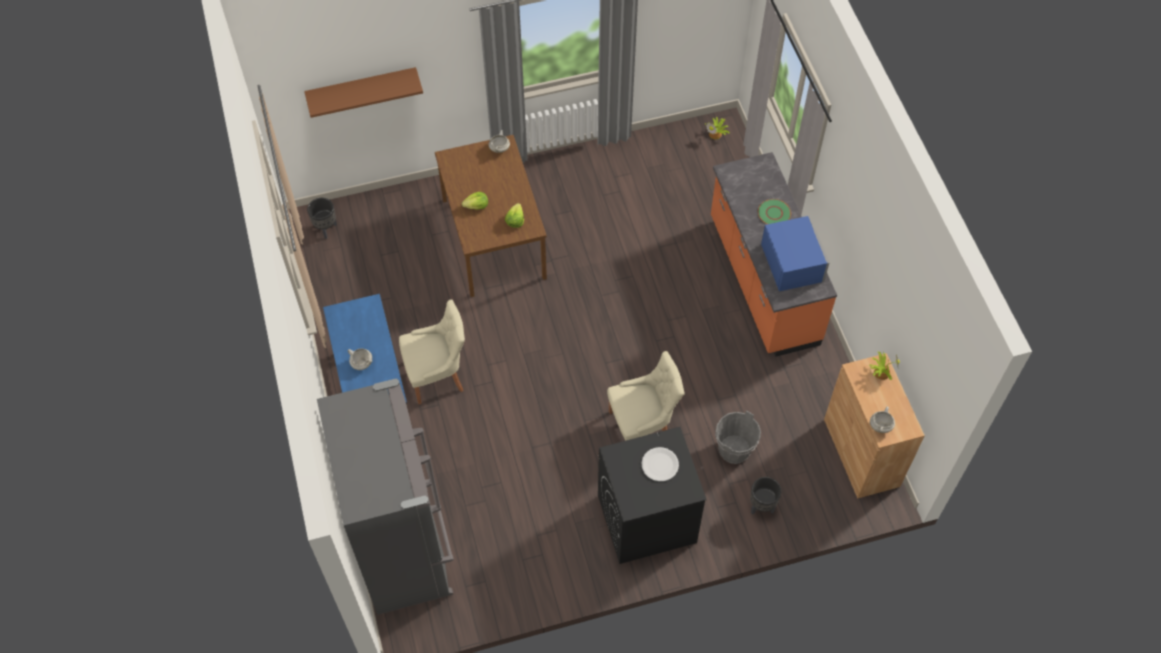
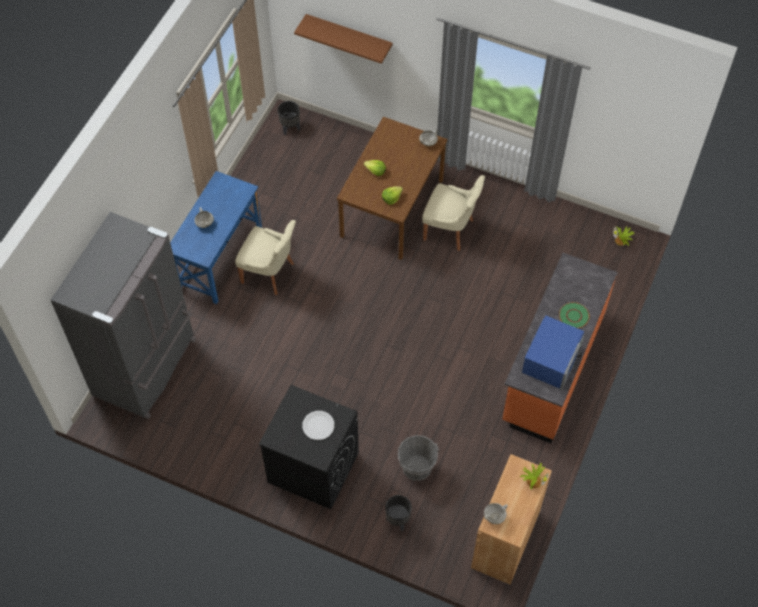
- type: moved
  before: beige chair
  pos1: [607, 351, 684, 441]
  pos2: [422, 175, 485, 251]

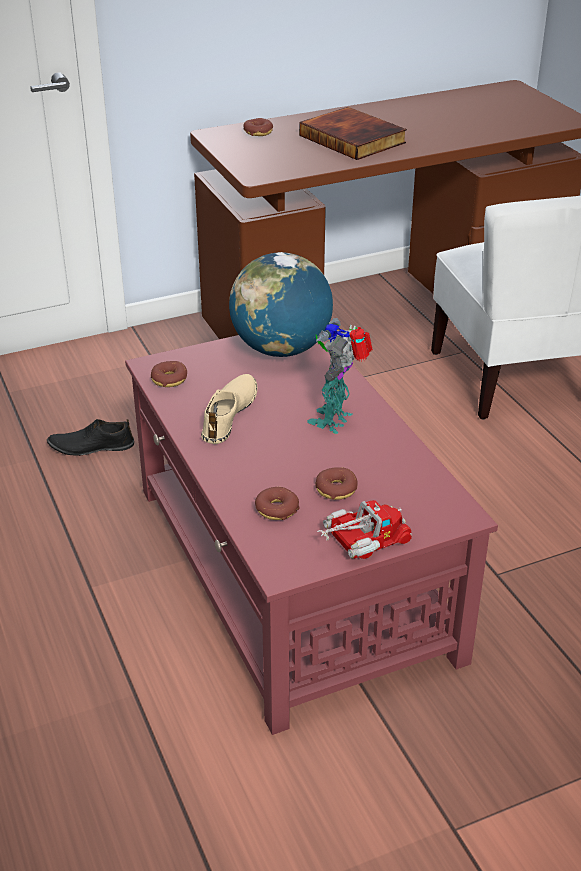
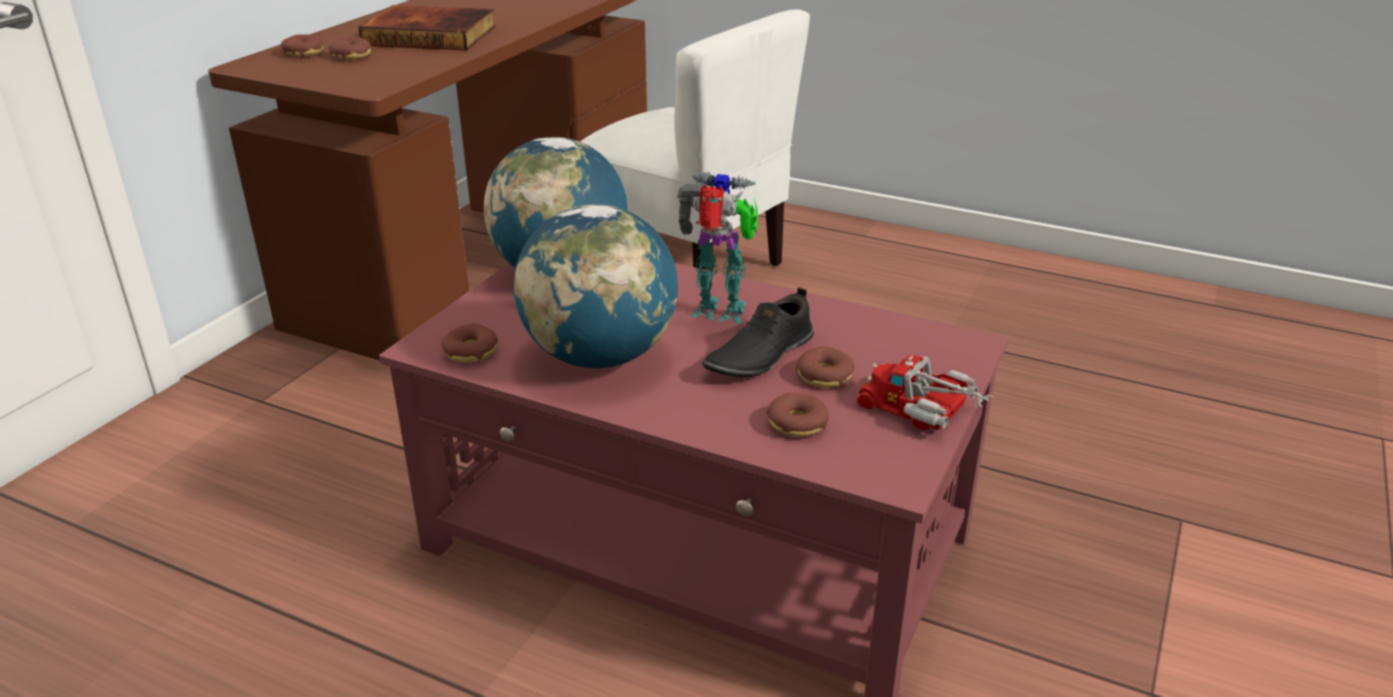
- type: moved
  before: black shoe
  pos1: [47, 419, 134, 456]
  pos2: [702, 287, 814, 377]
- type: replaced
  before: beige shoe
  after: globe
  pos1: [201, 374, 257, 444]
  pos2: [514, 204, 678, 368]
- type: turned
  before: toy robot
  pos1: [307, 318, 373, 434]
  pos2: [677, 172, 759, 324]
  turn: 120
- type: turned
  before: toy truck
  pos1: [317, 500, 412, 559]
  pos2: [857, 355, 993, 430]
  turn: -75
- type: added
  after: donut
  pos2: [329, 37, 371, 60]

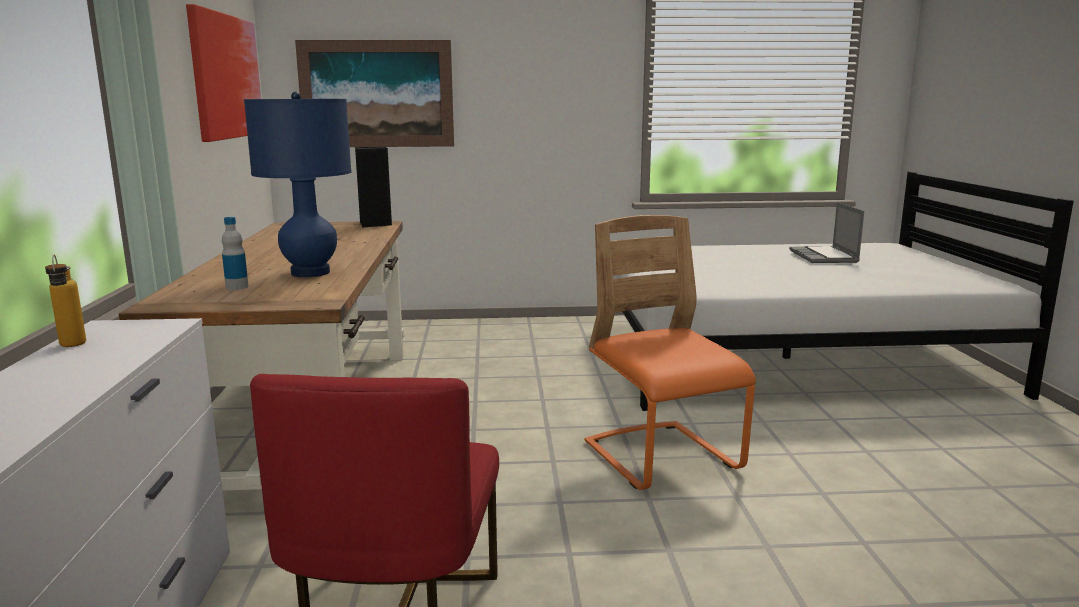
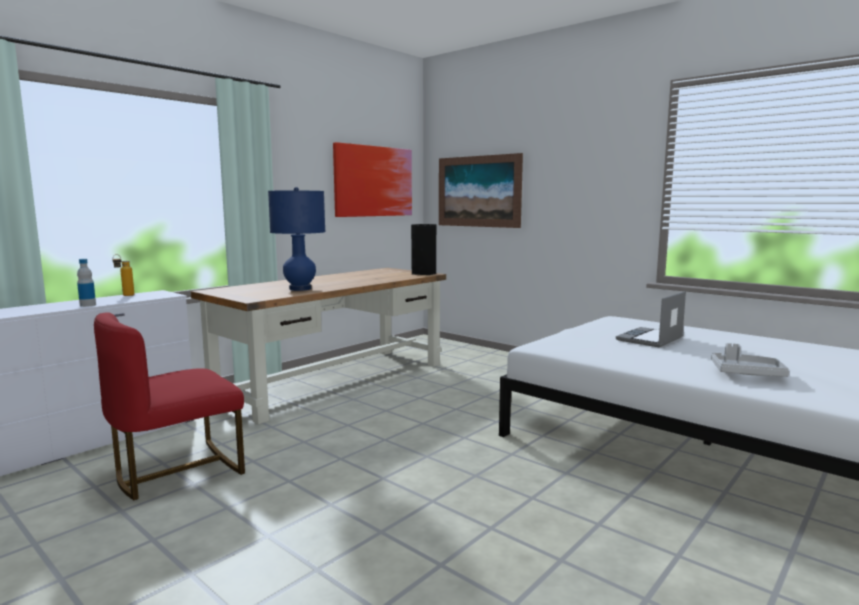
- type: moved
  before: bottle
  pos1: [222, 217, 248, 290]
  pos2: [77, 259, 96, 307]
- type: removed
  before: orange chair
  pos1: [585, 215, 756, 490]
- type: moved
  before: laptop
  pos1: [789, 202, 864, 263]
  pos2: [616, 291, 686, 347]
- type: added
  after: grey tray
  pos2: [711, 343, 789, 377]

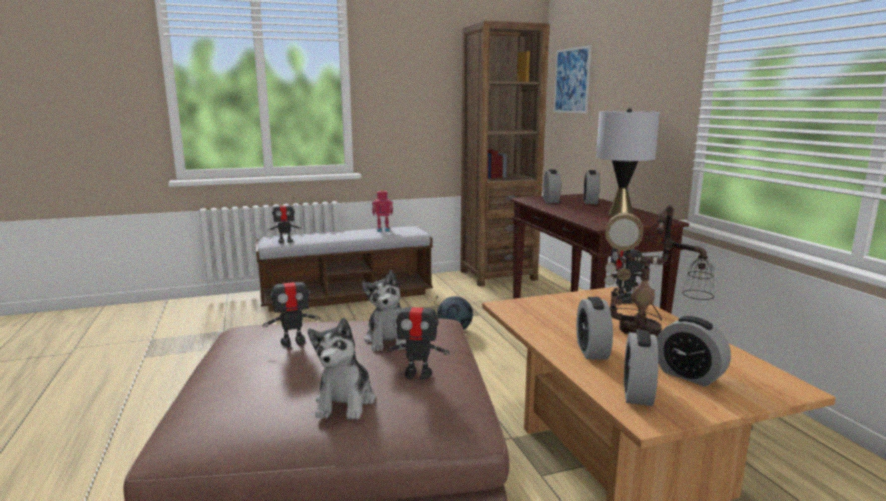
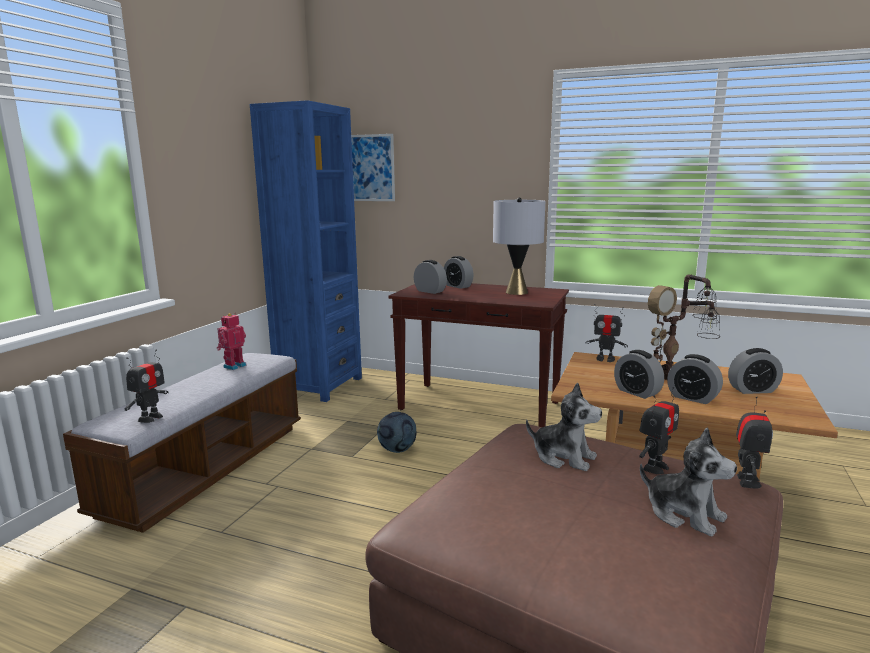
- type: moved
  before: toy robot
  pos1: [263, 269, 320, 347]
  pos2: [736, 396, 773, 489]
- type: recoloured
  before: brown bookcase
  after: blue bookcase
  pos1: [460, 20, 550, 287]
  pos2: [250, 100, 362, 402]
- type: moved
  before: alarm clock
  pos1: [624, 330, 658, 406]
  pos2: [614, 350, 664, 399]

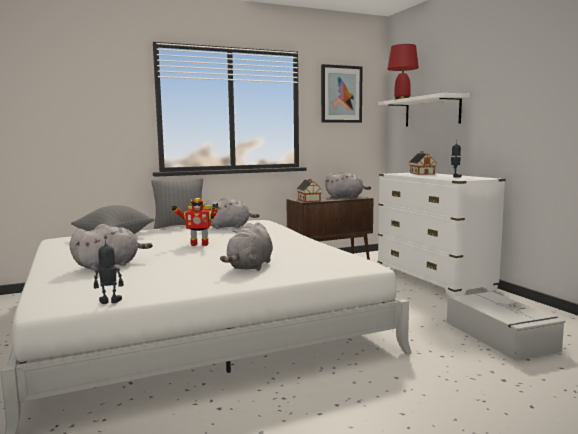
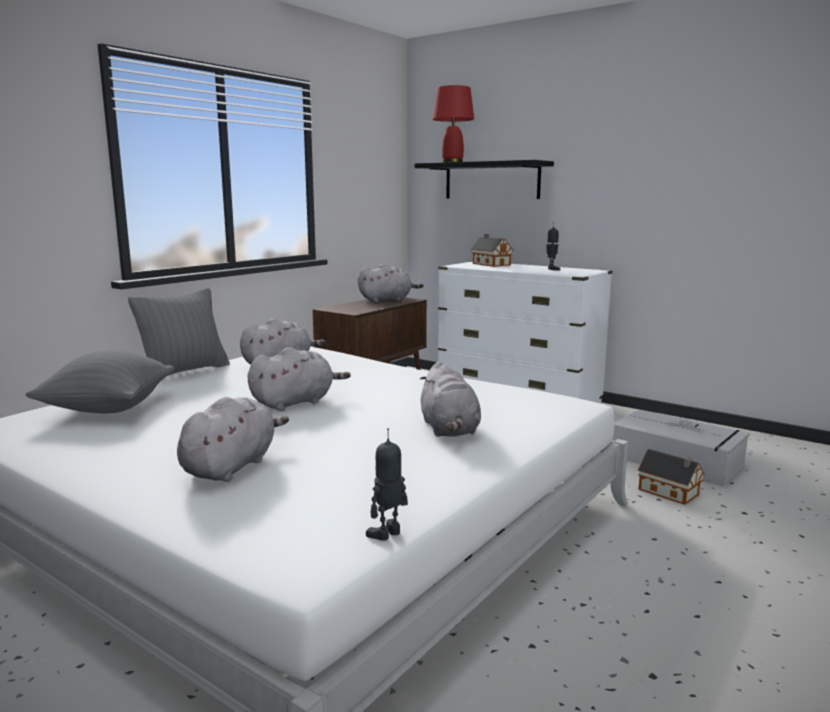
- type: replaced
  before: toy robot
  after: grey plush toy
  pos1: [171, 198, 219, 246]
  pos2: [248, 347, 351, 411]
- type: moved
  before: toy house
  pos1: [297, 179, 322, 202]
  pos2: [638, 449, 705, 505]
- type: removed
  before: picture
  pos1: [321, 64, 363, 123]
- type: recoloured
  before: white shelf
  after: black shelf
  pos1: [378, 93, 470, 126]
  pos2: [415, 160, 554, 199]

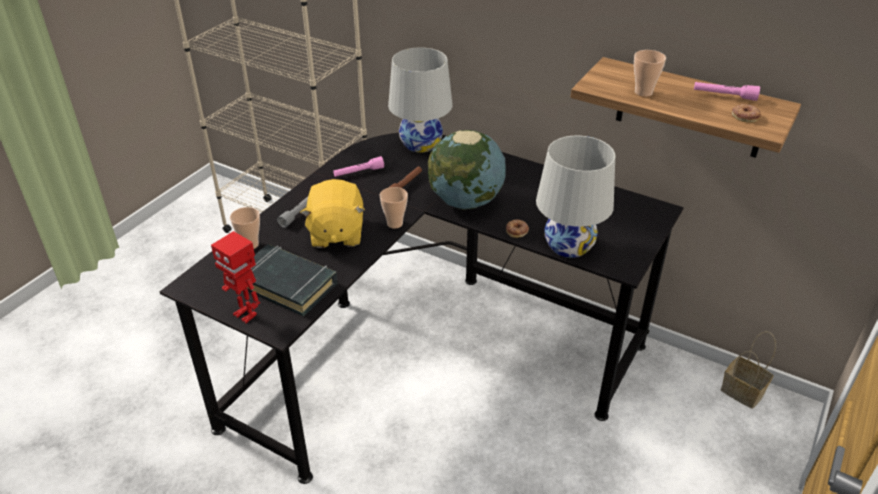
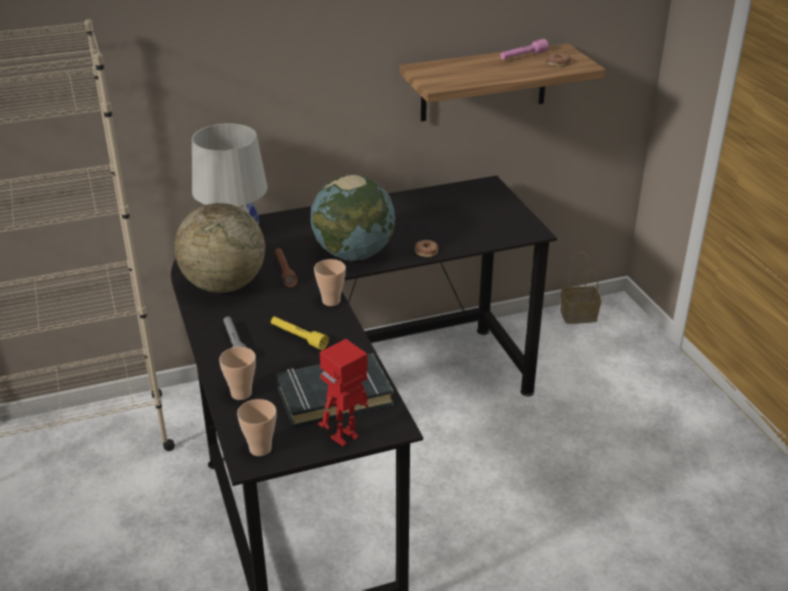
- type: turned
  before: toy robot
  pos1: [211, 231, 260, 323]
  pos2: [318, 339, 368, 447]
  turn: 150
- type: replaced
  before: yellow plush toy
  after: yellow flashlight
  pos1: [300, 179, 365, 248]
  pos2: [271, 317, 329, 350]
- type: replaced
  before: pink flashlight
  after: globe
  pos1: [333, 156, 384, 177]
  pos2: [174, 203, 265, 293]
- type: removed
  before: white table lamp
  pos1: [536, 136, 615, 258]
- type: moved
  before: cup
  pos1: [634, 50, 666, 97]
  pos2: [237, 399, 276, 456]

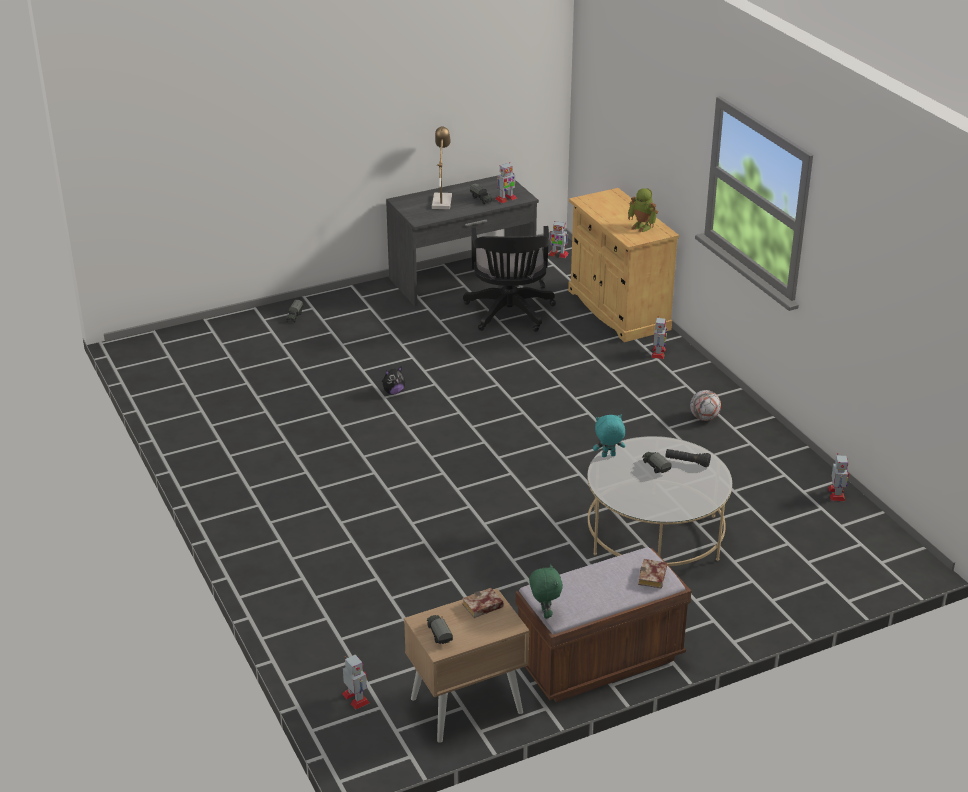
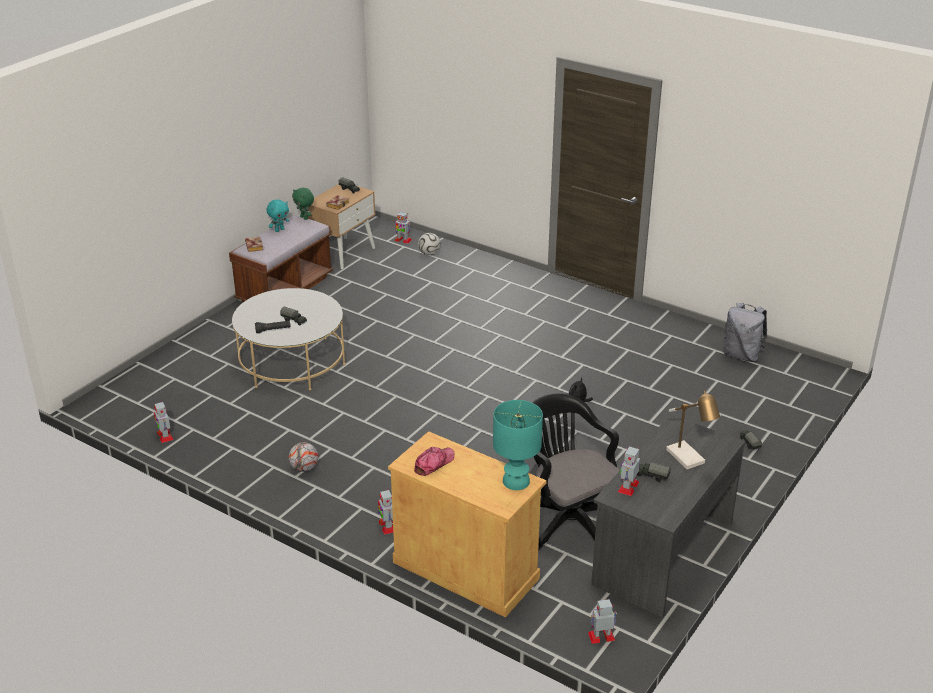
- type: moved
  before: turquoise plush toy
  pos1: [593, 415, 625, 457]
  pos2: [266, 199, 289, 232]
- type: replaced
  before: toy robot
  after: cap
  pos1: [628, 188, 658, 232]
  pos2: [414, 447, 455, 476]
- type: added
  after: football
  pos2: [418, 233, 441, 255]
- type: added
  after: turquoise table lamp
  pos2: [493, 400, 543, 490]
- type: added
  after: grey backpack
  pos2: [724, 303, 767, 362]

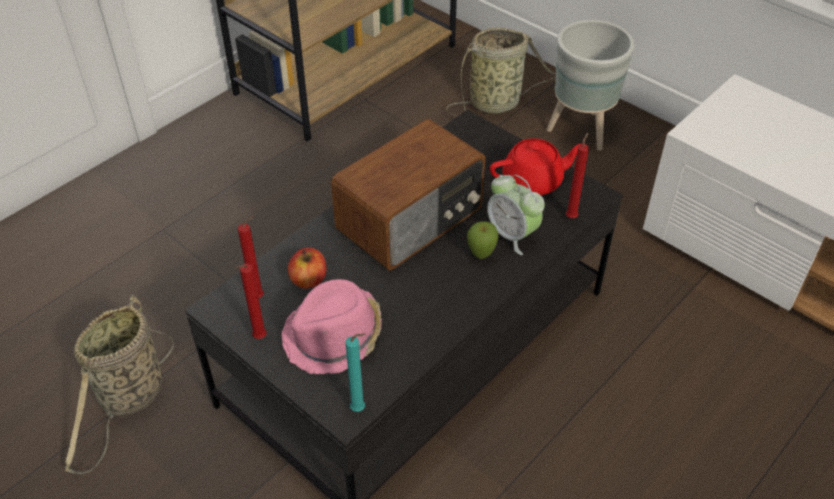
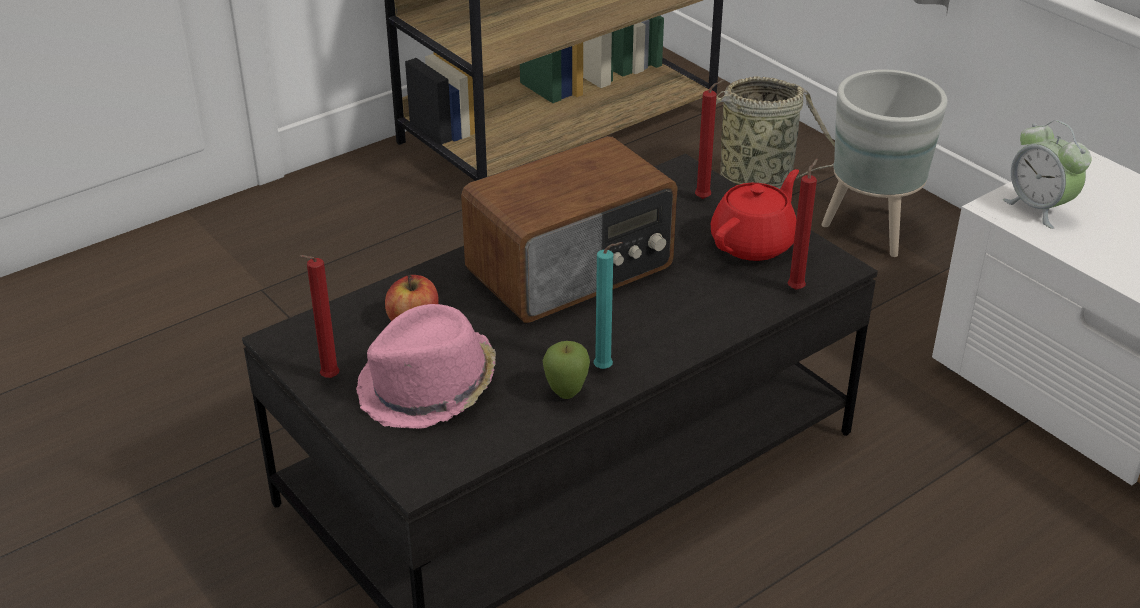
- type: removed
  before: basket
  pos1: [65, 295, 174, 474]
- type: moved
  before: red candle
  pos1: [238, 216, 264, 298]
  pos2: [695, 80, 725, 199]
- type: moved
  before: turquoise candle
  pos1: [345, 333, 366, 412]
  pos2: [594, 242, 622, 369]
- type: moved
  before: apple
  pos1: [467, 221, 499, 259]
  pos2: [543, 341, 590, 399]
- type: moved
  before: alarm clock
  pos1: [487, 175, 545, 255]
  pos2: [1003, 120, 1091, 229]
- type: turned
  before: red teapot
  pos1: [490, 138, 583, 195]
  pos2: [711, 169, 799, 261]
  turn: -45

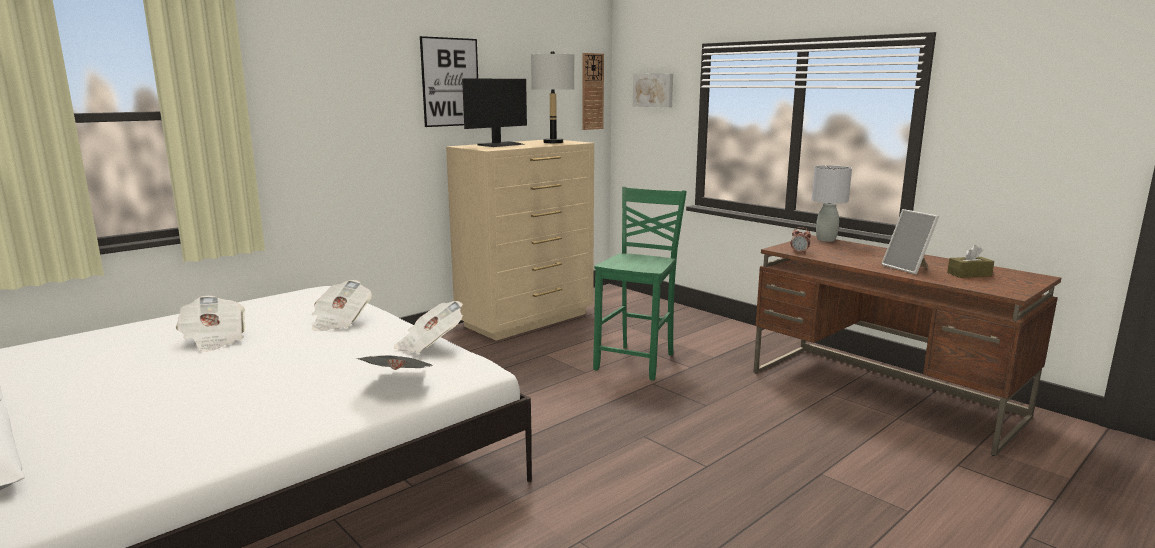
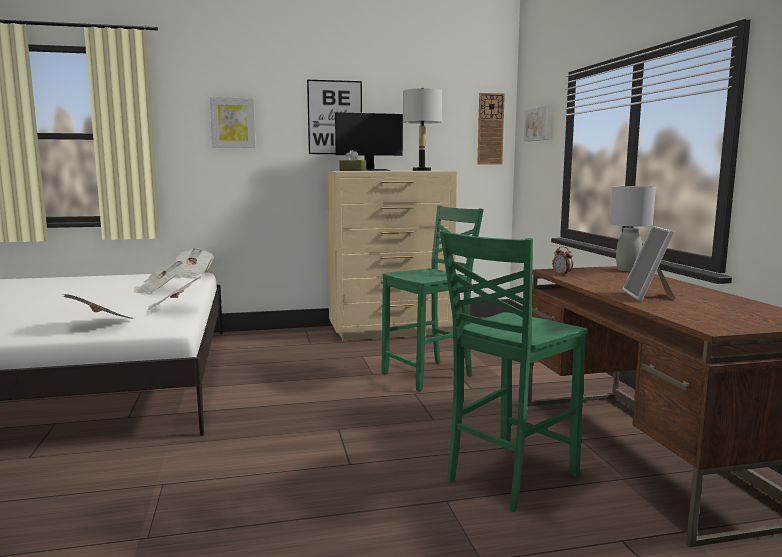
- type: moved
  before: newspaper
  pos1: [175, 296, 245, 352]
  pos2: [173, 248, 214, 278]
- type: moved
  before: brown tissue box
  pos1: [947, 245, 994, 278]
  pos2: [339, 150, 366, 171]
- type: added
  after: picture
  pos2: [210, 97, 256, 148]
- type: added
  after: green chair
  pos2: [440, 230, 587, 512]

